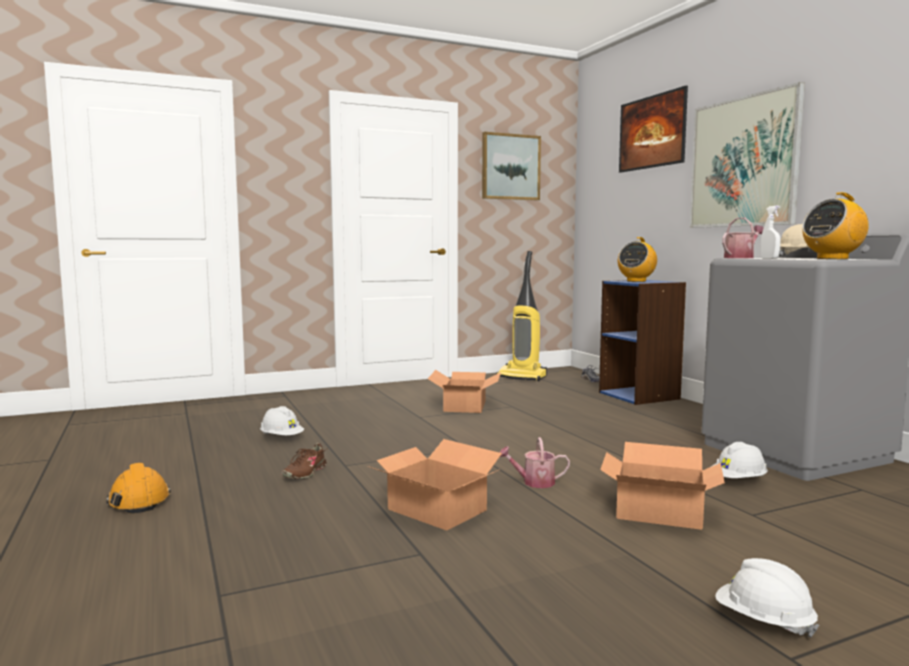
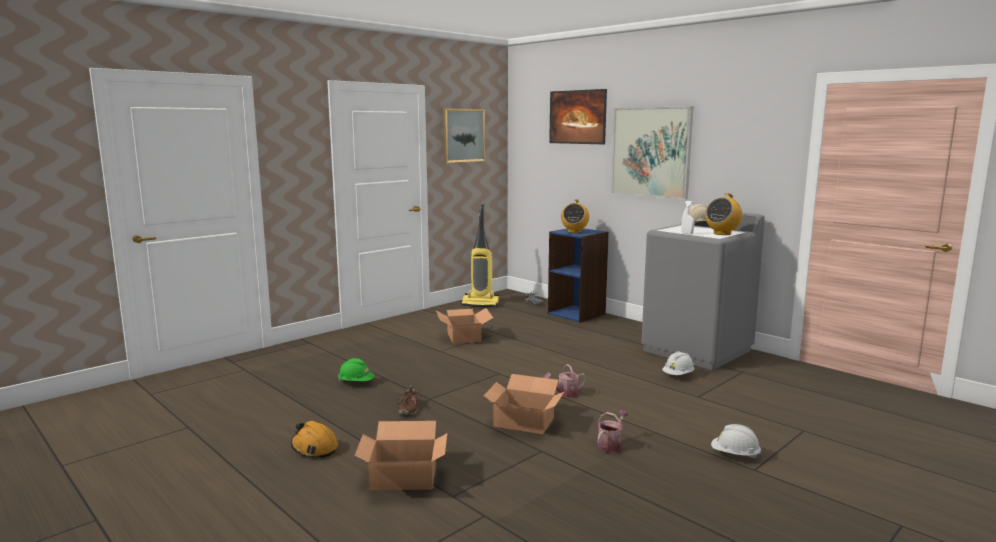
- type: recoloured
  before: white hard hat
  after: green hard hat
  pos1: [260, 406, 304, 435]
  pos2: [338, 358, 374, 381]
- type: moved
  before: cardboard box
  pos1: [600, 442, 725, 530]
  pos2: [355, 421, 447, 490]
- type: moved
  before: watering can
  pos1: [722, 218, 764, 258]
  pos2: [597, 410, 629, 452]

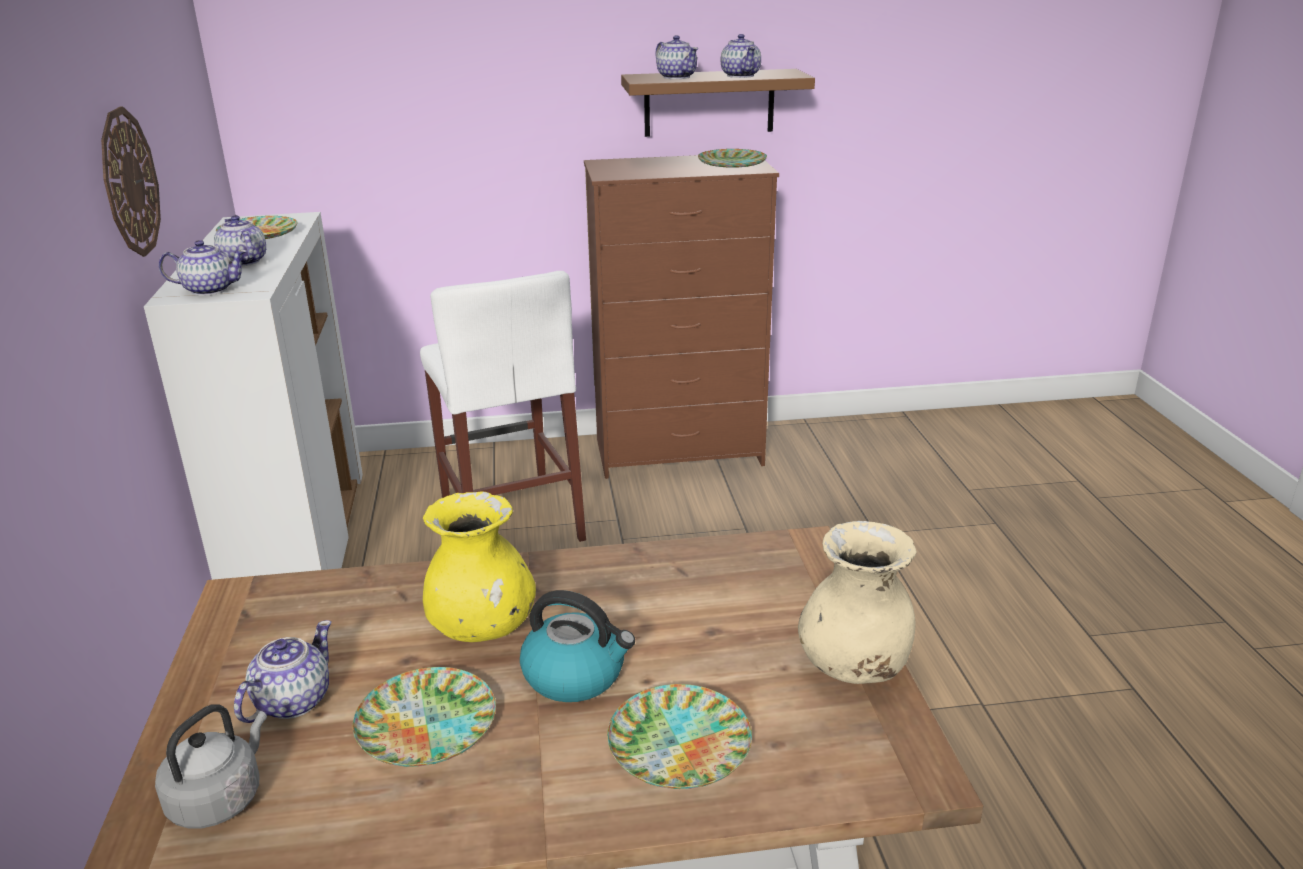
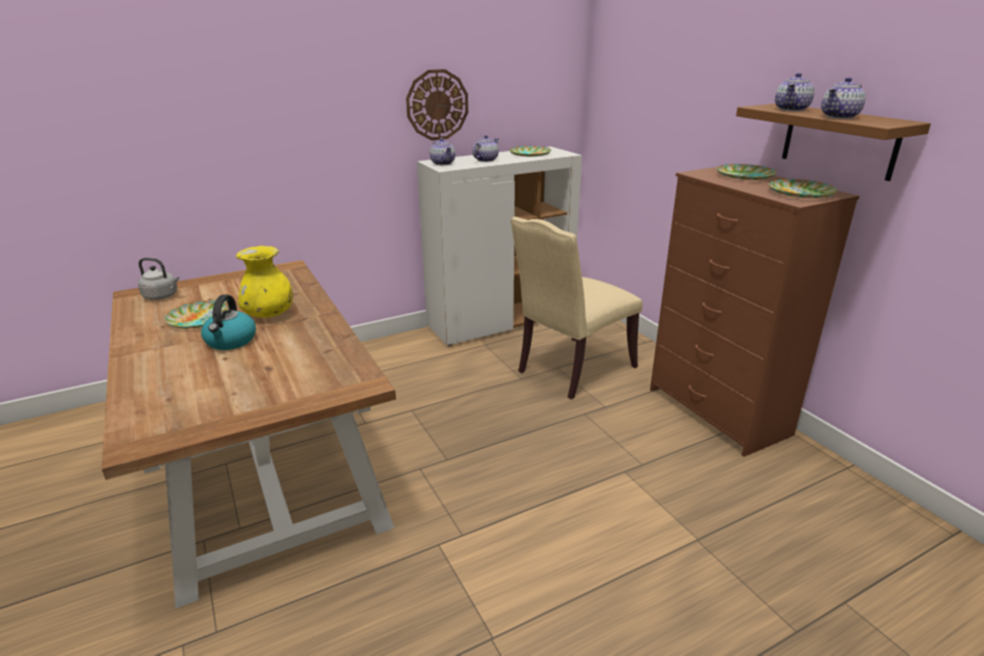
- type: removed
  before: teapot
  pos1: [234, 620, 331, 723]
- type: replaced
  before: white stool
  after: beige chair
  pos1: [420, 271, 586, 542]
  pos2: [511, 217, 642, 399]
- type: moved
  before: plate
  pos1: [607, 684, 752, 789]
  pos2: [717, 164, 777, 180]
- type: removed
  before: beige vase
  pos1: [798, 521, 917, 684]

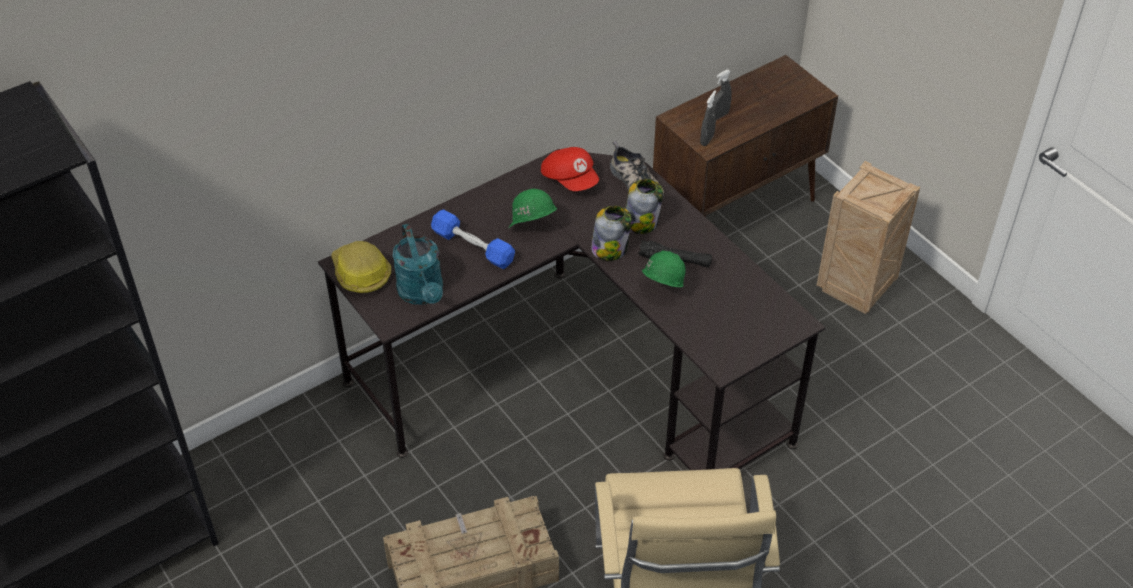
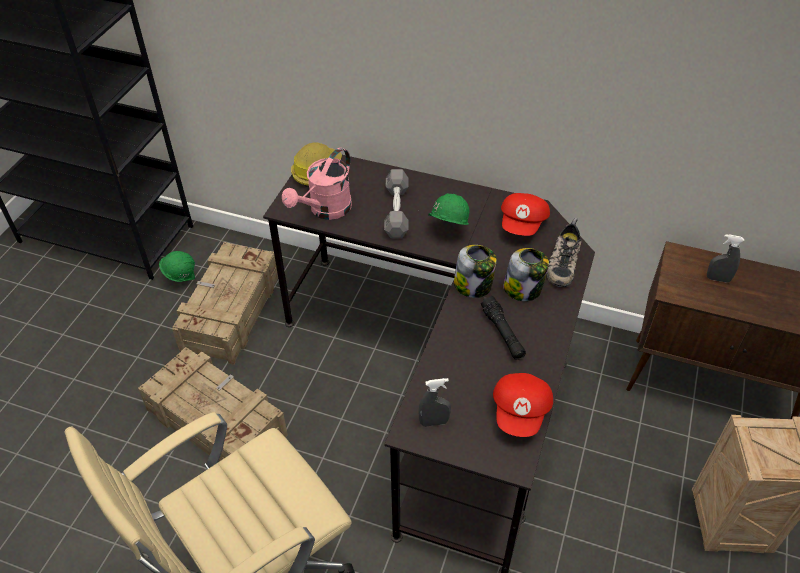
- type: recoloured
  before: turquoise watering can
  after: pink watering can
  pos1: [392, 223, 443, 305]
  pos2: [282, 148, 352, 220]
- type: recoloured
  before: blue dumbbell
  after: grey dumbbell
  pos1: [431, 209, 515, 269]
  pos2: [384, 169, 409, 238]
- type: moved
  before: green hard hat
  pos1: [642, 251, 686, 287]
  pos2: [159, 251, 195, 282]
- type: moved
  before: grey spray bottle
  pos1: [700, 91, 716, 146]
  pos2: [418, 378, 451, 427]
- type: added
  after: crate
  pos2: [172, 242, 278, 365]
- type: added
  after: red cap
  pos2: [493, 373, 553, 437]

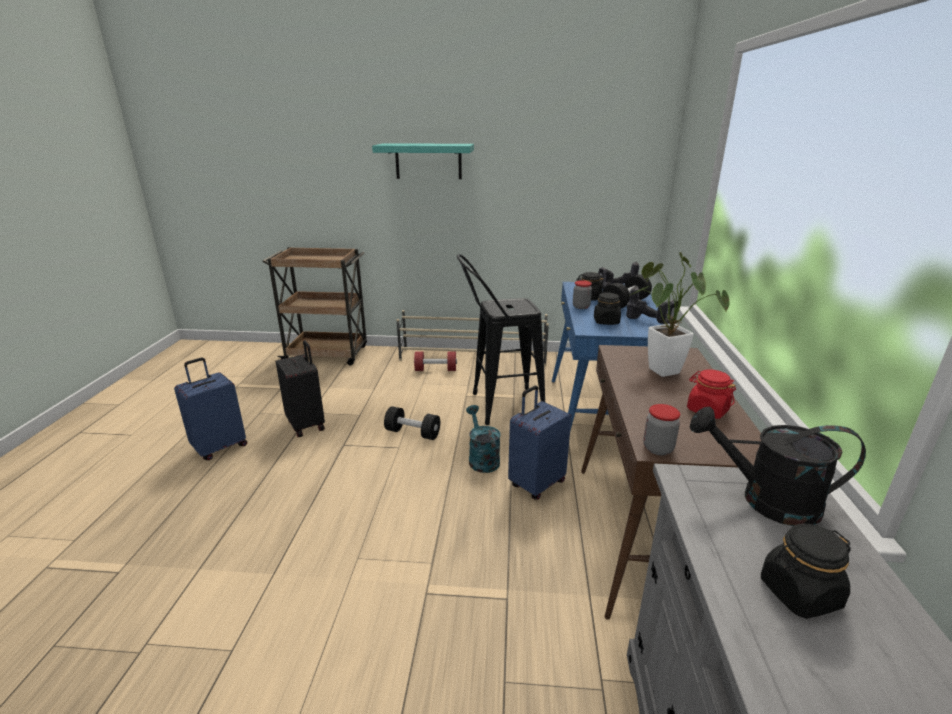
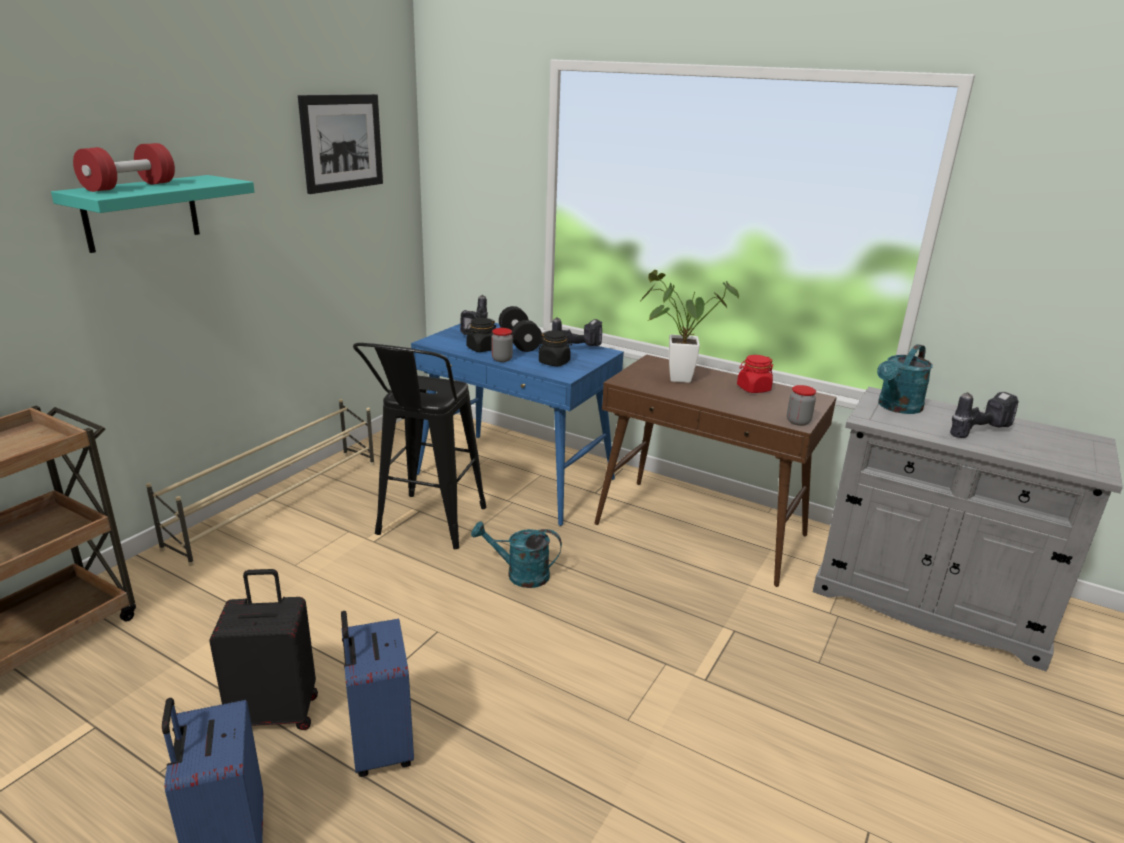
- type: removed
  before: black dumbbell
  pos1: [384, 406, 440, 440]
- type: moved
  before: red dumbbell
  pos1: [414, 351, 457, 371]
  pos2: [73, 143, 175, 192]
- type: moved
  before: blue suitcase
  pos1: [508, 386, 571, 500]
  pos2: [341, 611, 414, 777]
- type: recoloured
  before: black watering can
  after: turquoise watering can
  pos1: [689, 407, 866, 526]
  pos2: [877, 344, 933, 414]
- type: replaced
  before: black jar
  after: power drill
  pos1: [761, 524, 851, 619]
  pos2: [950, 392, 1018, 438]
- type: added
  after: picture
  pos2: [298, 94, 383, 194]

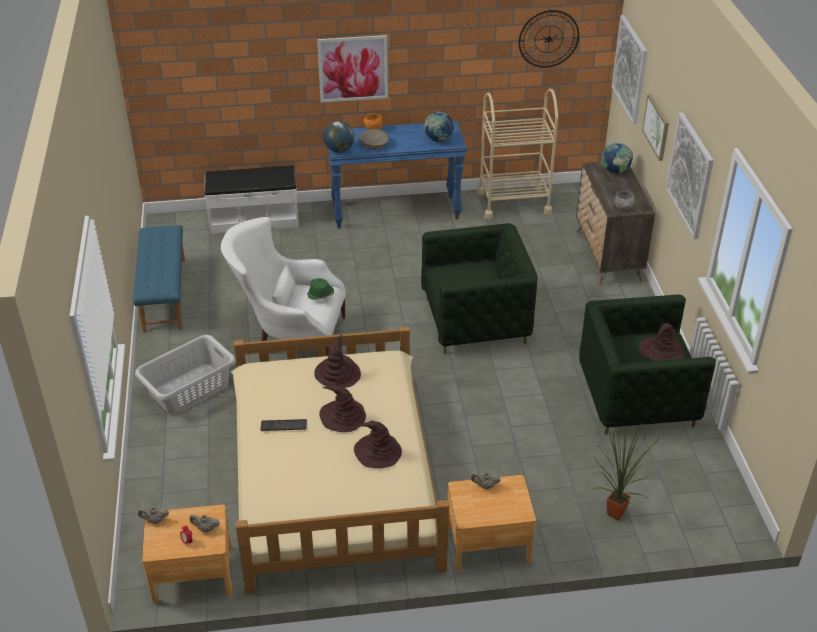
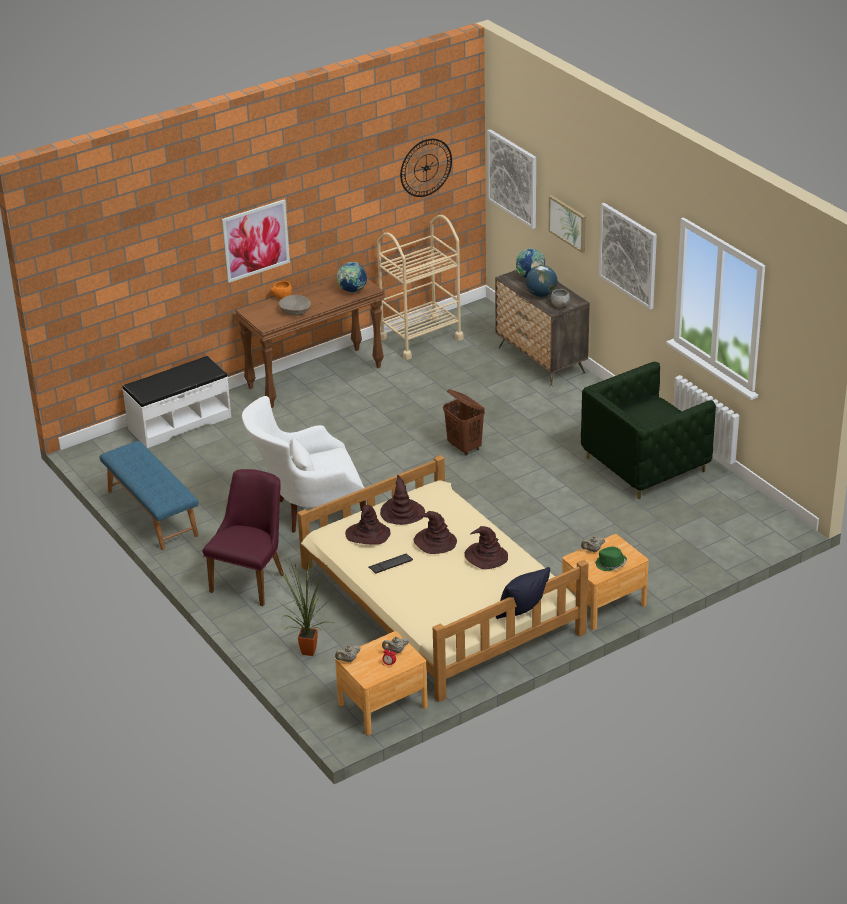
- type: replaced
  before: grey laundry basket
  after: purple chair
  pos1: [135, 335, 236, 414]
  pos2: [202, 469, 284, 606]
- type: moved
  before: green hat
  pos1: [307, 278, 334, 300]
  pos2: [595, 547, 627, 571]
- type: moved
  before: globe
  pos1: [323, 121, 354, 153]
  pos2: [526, 265, 558, 297]
- type: recoloured
  before: blue console table
  after: brown console table
  pos1: [328, 121, 466, 229]
  pos2: [235, 276, 384, 408]
- type: replaced
  before: green armchair
  after: brown laundry basket
  pos1: [421, 223, 538, 354]
  pos2: [443, 389, 485, 456]
- type: moved
  before: potted plant
  pos1: [592, 422, 659, 520]
  pos2: [276, 555, 335, 656]
- type: moved
  before: brown hat
  pos1: [639, 323, 685, 361]
  pos2: [345, 505, 390, 545]
- type: added
  after: black pillow
  pos2: [496, 567, 550, 619]

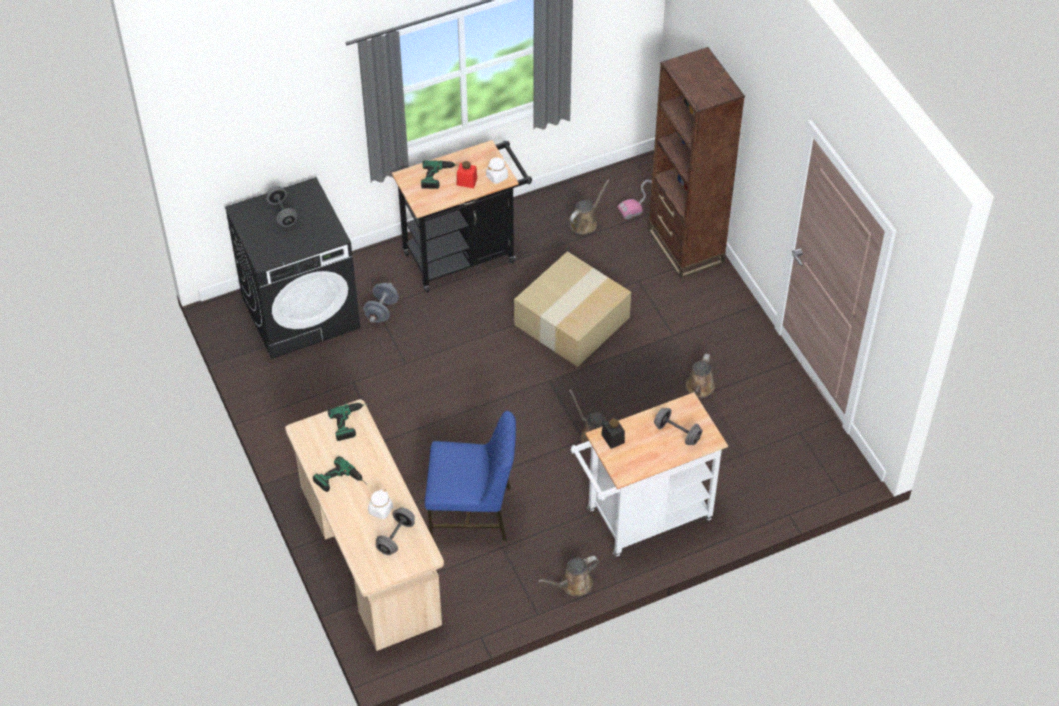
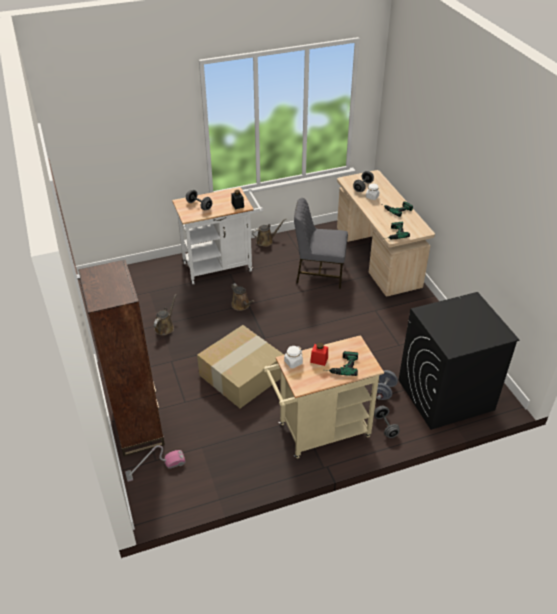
- type: moved
  before: grey dumbbell
  pos1: [266, 186, 297, 227]
  pos2: [374, 406, 400, 438]
- type: recoloured
  before: black cart
  after: beige cart
  pos1: [392, 140, 532, 293]
  pos2: [263, 335, 384, 459]
- type: recoloured
  before: blue chair
  after: grey chair
  pos1: [425, 411, 516, 541]
  pos2: [294, 198, 348, 289]
- type: removed
  before: brown watering can
  pos1: [570, 179, 610, 234]

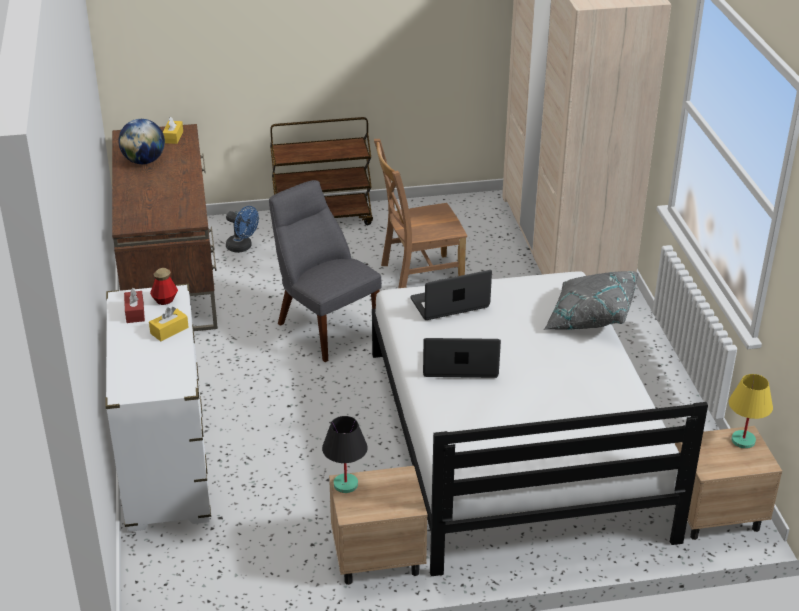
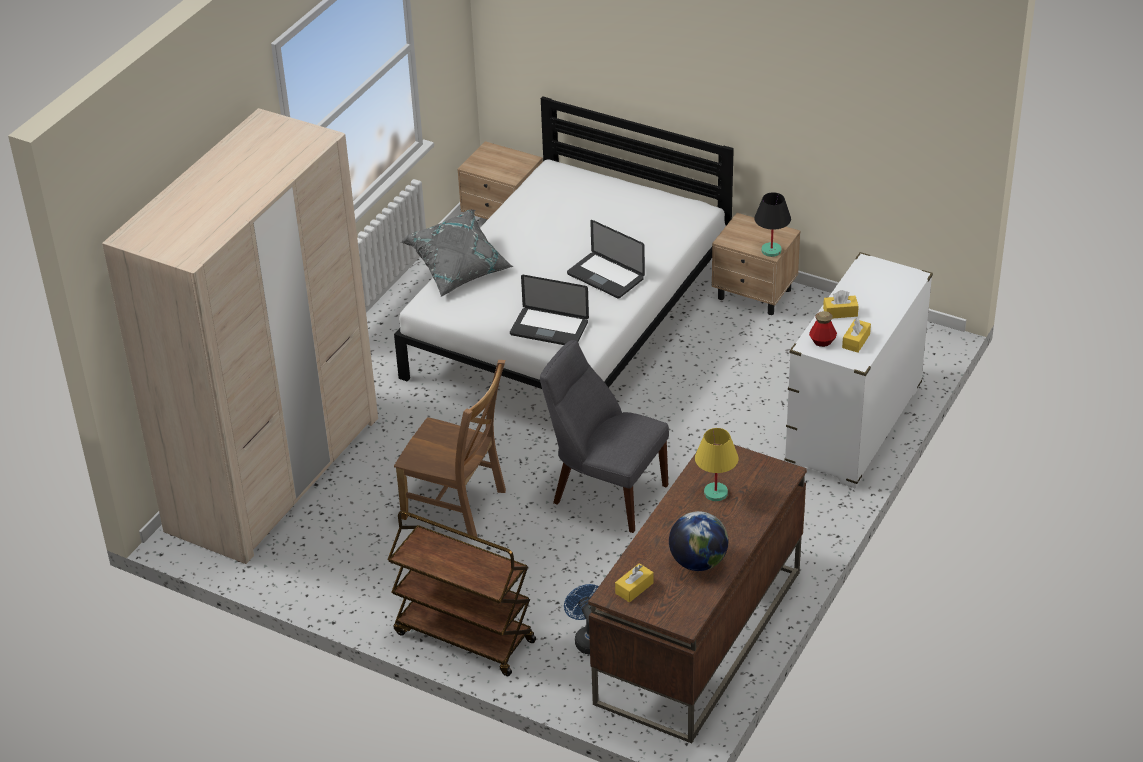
- type: recoloured
  before: red tissue box
  after: yellow tissue box
  pos1: [124, 288, 145, 323]
  pos2: [842, 318, 871, 352]
- type: turned
  before: grey chair
  pos1: [269, 180, 382, 362]
  pos2: [540, 340, 669, 533]
  turn: 120
- type: moved
  before: yellow table lamp
  pos1: [729, 374, 773, 449]
  pos2: [695, 428, 739, 501]

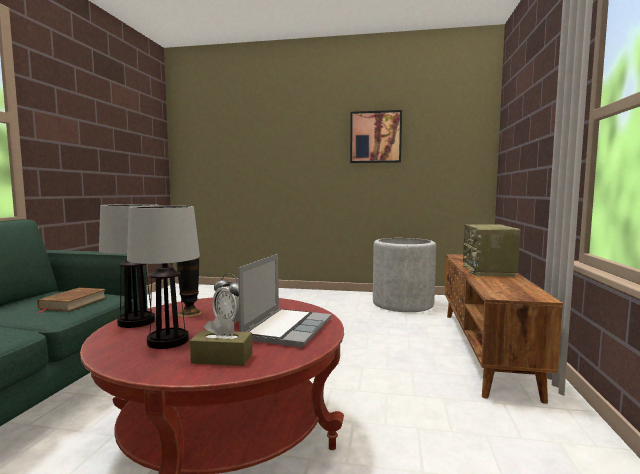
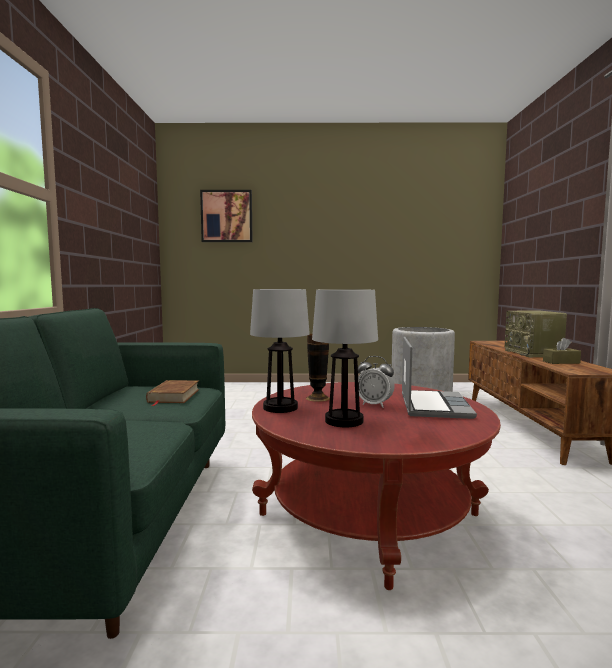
- type: moved
  before: brown tissue box
  pos1: [190, 314, 252, 366]
  pos2: [543, 338, 581, 364]
- type: moved
  before: picture
  pos1: [350, 110, 402, 163]
  pos2: [200, 190, 253, 242]

